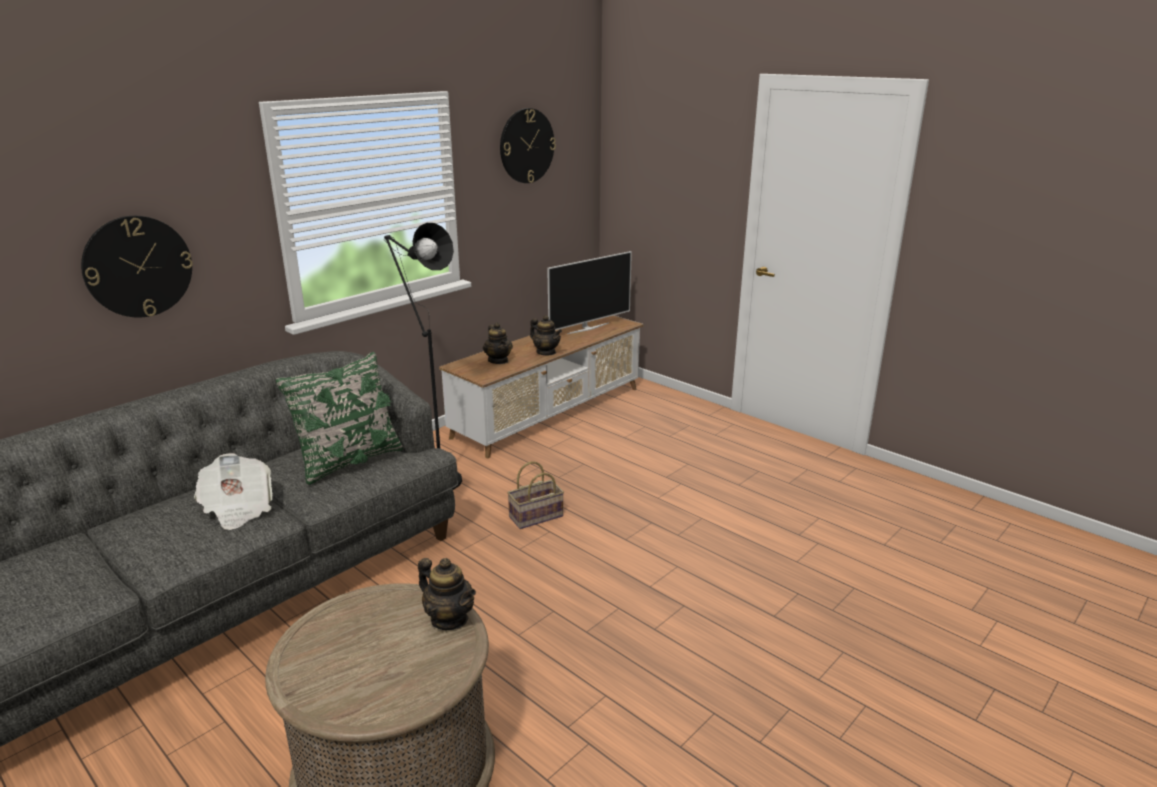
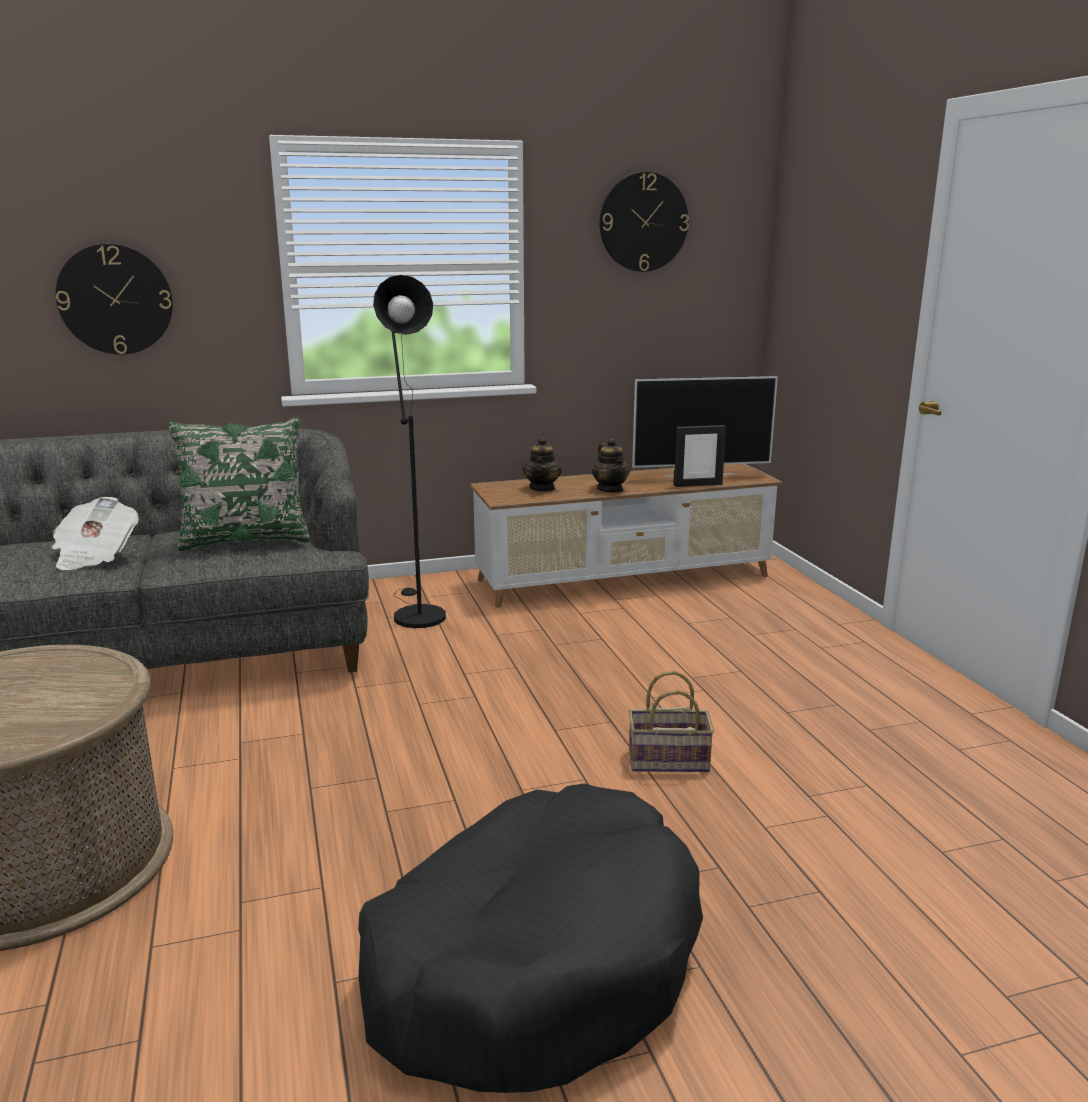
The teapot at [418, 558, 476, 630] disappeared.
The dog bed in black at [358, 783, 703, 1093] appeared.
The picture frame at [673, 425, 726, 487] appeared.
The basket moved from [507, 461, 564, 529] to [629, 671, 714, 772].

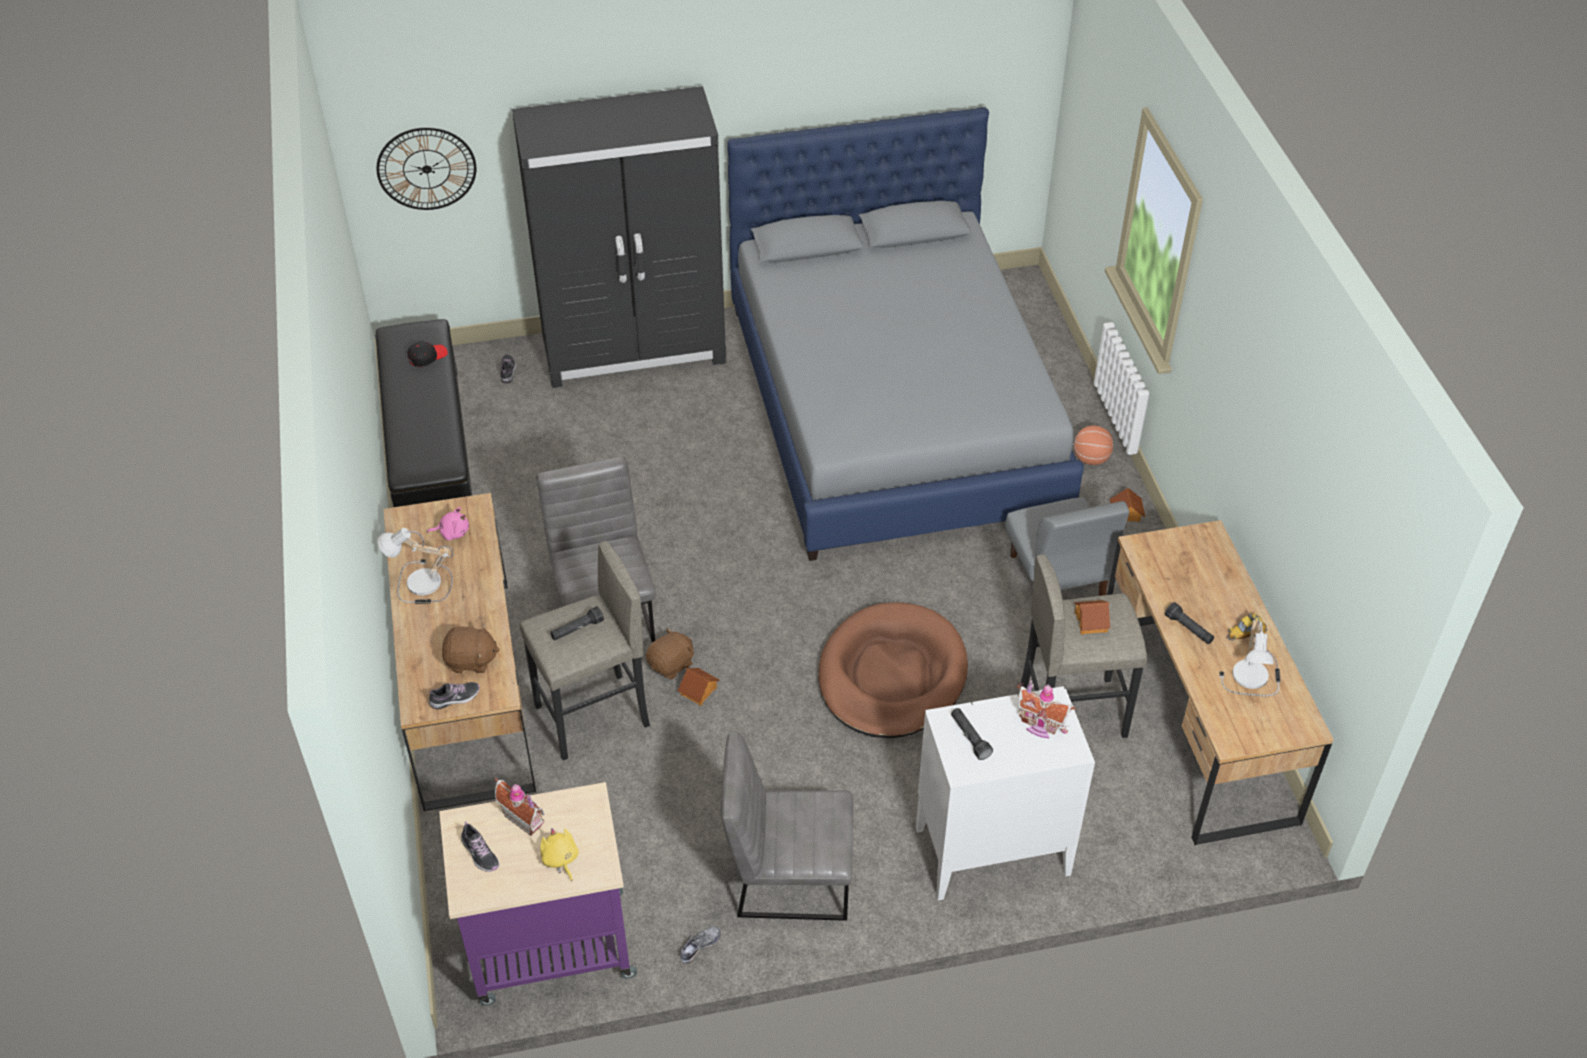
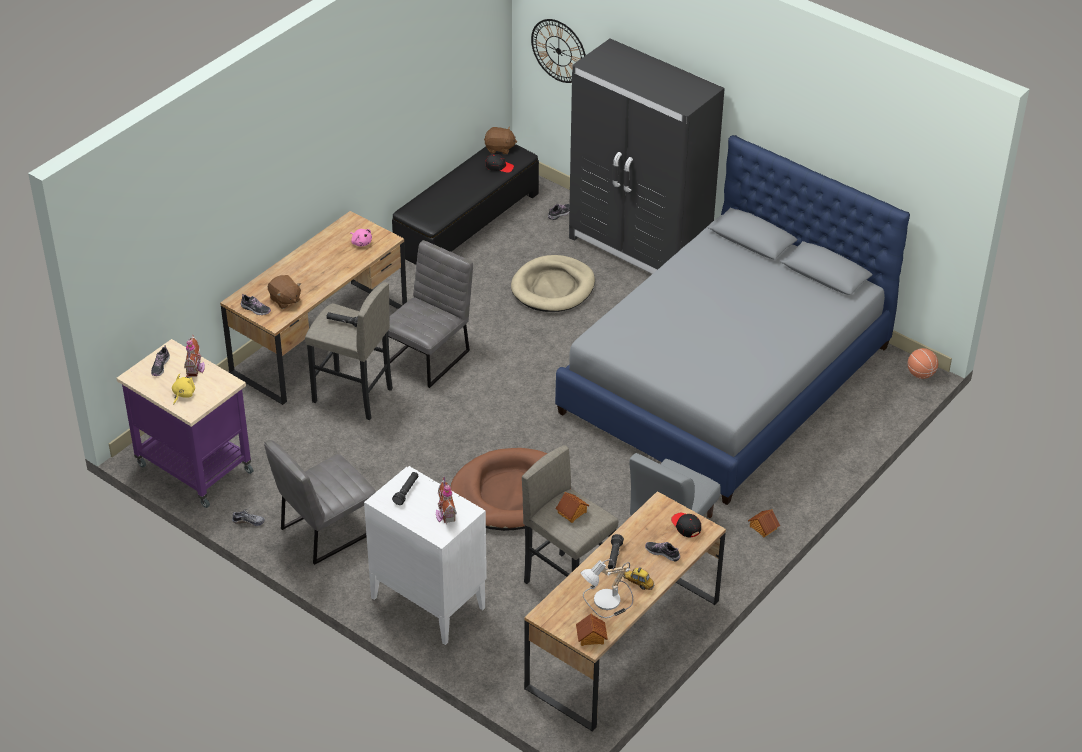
The table lamp at [377, 528, 453, 604] disappeared.
The dog bed in beige at [511, 255, 595, 312] appeared.
The shoe at [645, 542, 680, 562] appeared.
The cap in black at [671, 513, 701, 537] appeared.
The plush toy in brown moved from [646, 628, 694, 679] to [484, 127, 517, 154].
The toy house moved from [678, 668, 720, 706] to [576, 613, 608, 646].
The basketball moved from [1074, 426, 1113, 465] to [907, 348, 938, 379].
The chair in grey at [721, 732, 854, 921] turned 90 degrees counterclockwise.

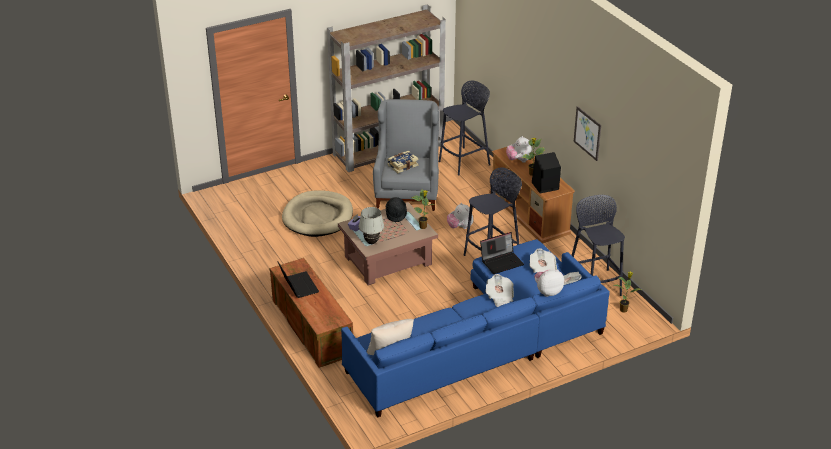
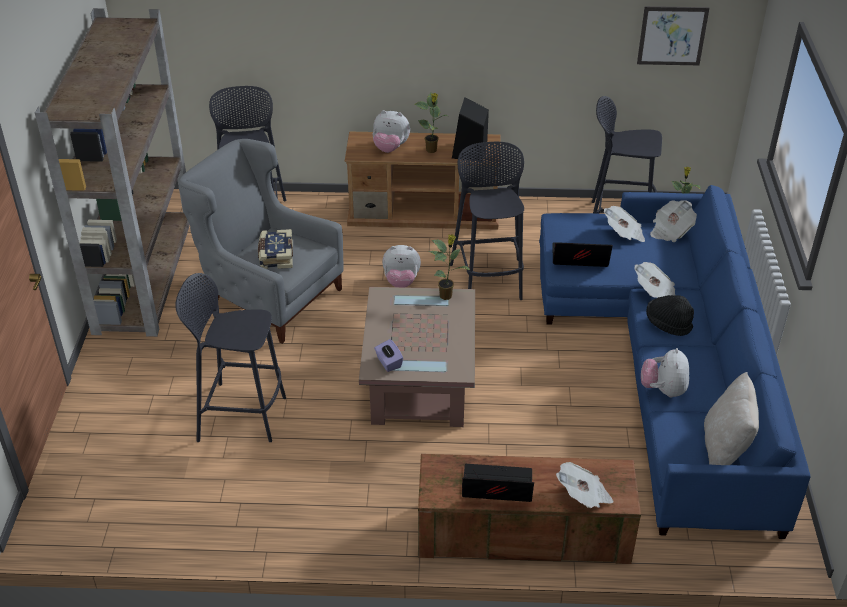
The table lamp in white at [359, 207, 384, 244] disappeared.
The newspaper at [556, 462, 614, 508] appeared.
The hat in black moved from [386, 197, 407, 222] to [646, 295, 694, 336].
The plush toy moved from [534, 269, 564, 297] to [641, 348, 689, 397].
The picture moved from [574, 106, 601, 161] to [637, 6, 709, 65].
The dog bed in beige at [282, 190, 353, 237] was replaced by the stool in grey at [175, 273, 286, 442].
The laptop at [480, 232, 524, 274] turned 90 degrees counterclockwise.

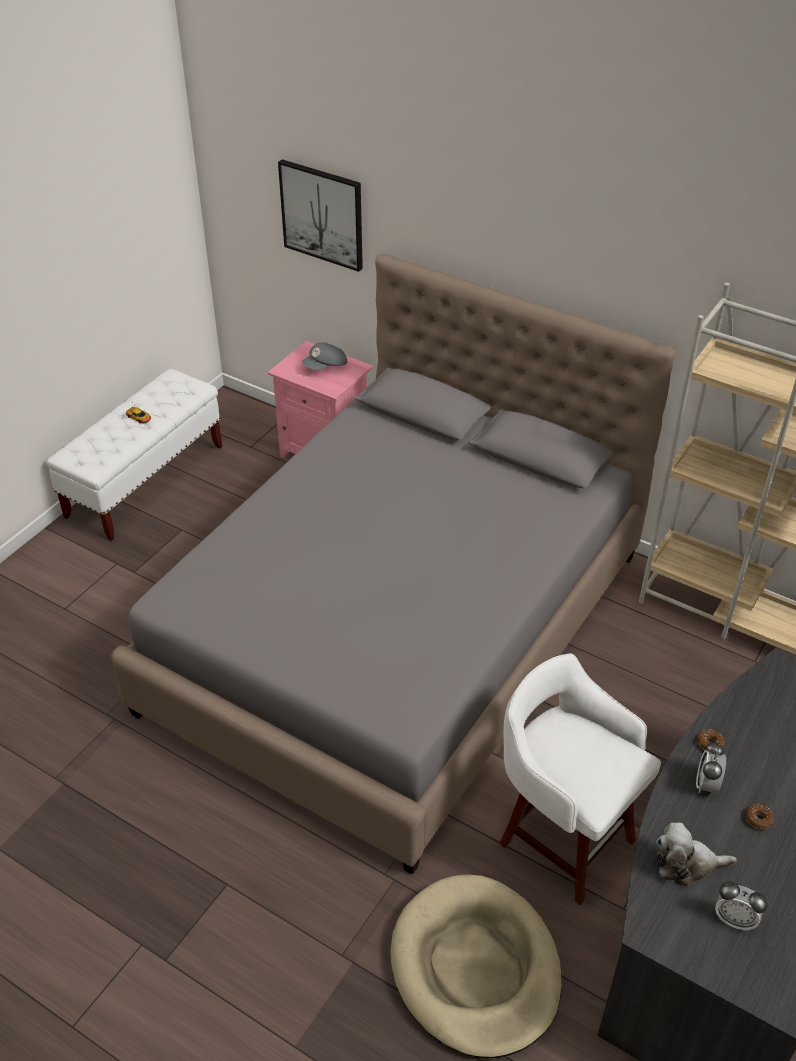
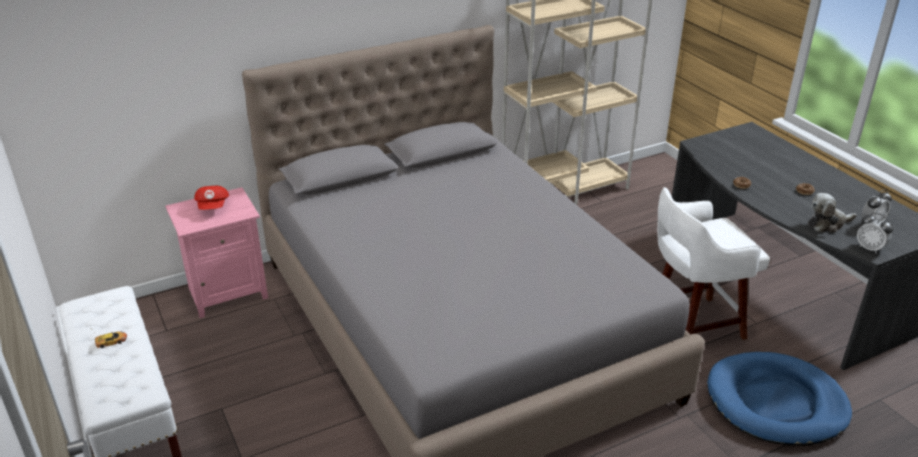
The picture at [278, 159, 363, 272] disappeared.
The alarm clock moved from [696, 741, 726, 794] to [857, 213, 893, 254].
The cap in grey at [302, 342, 347, 370] became the cap in red at [194, 186, 229, 210].
The dog bed in beige at [390, 875, 562, 1058] became the dog bed in blue at [707, 352, 852, 446].
The plush toy at [656, 823, 737, 886] turned 45 degrees clockwise.

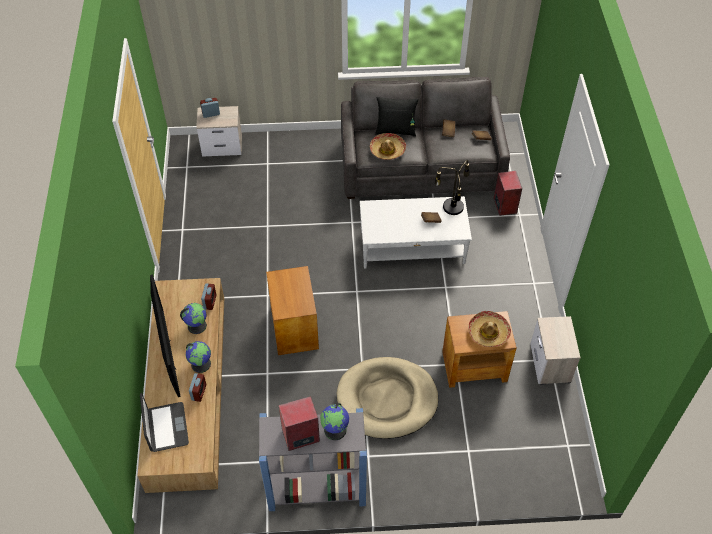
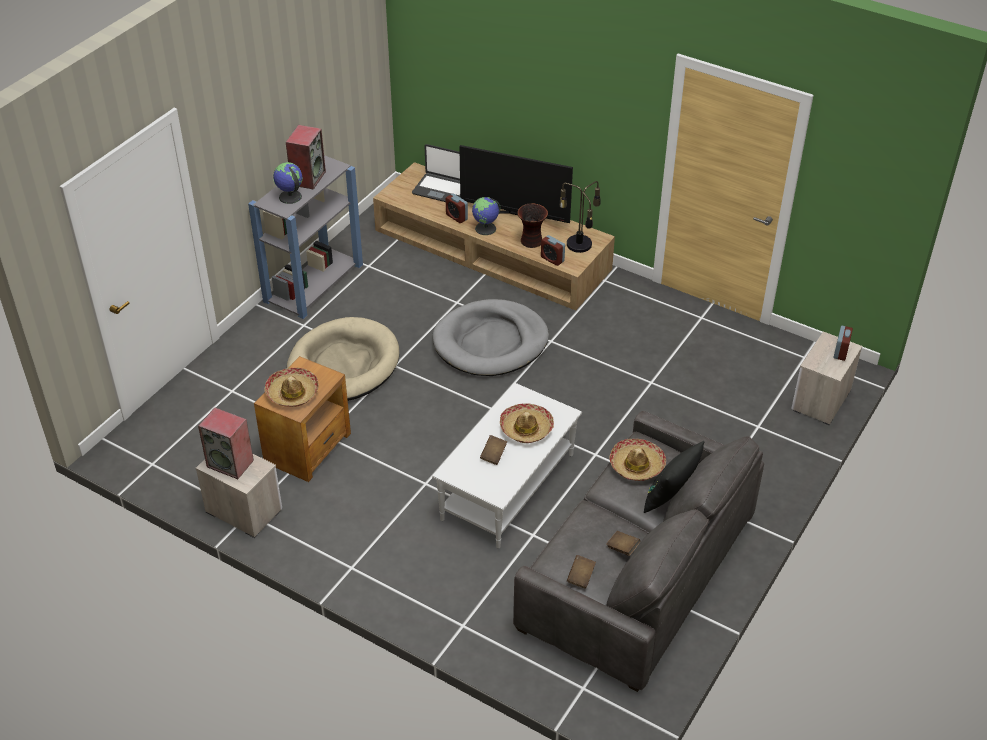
The hat at [500, 403, 554, 443] appeared.
The table lamp moved from [435, 160, 470, 215] to [559, 181, 601, 253].
The speaker moved from [494, 171, 522, 216] to [198, 408, 254, 479].
The globe at [180, 303, 207, 334] was replaced by the vase at [518, 204, 548, 248].
The side table in brown at [266, 266, 319, 355] was replaced by the dog bed in grey at [433, 299, 549, 376].

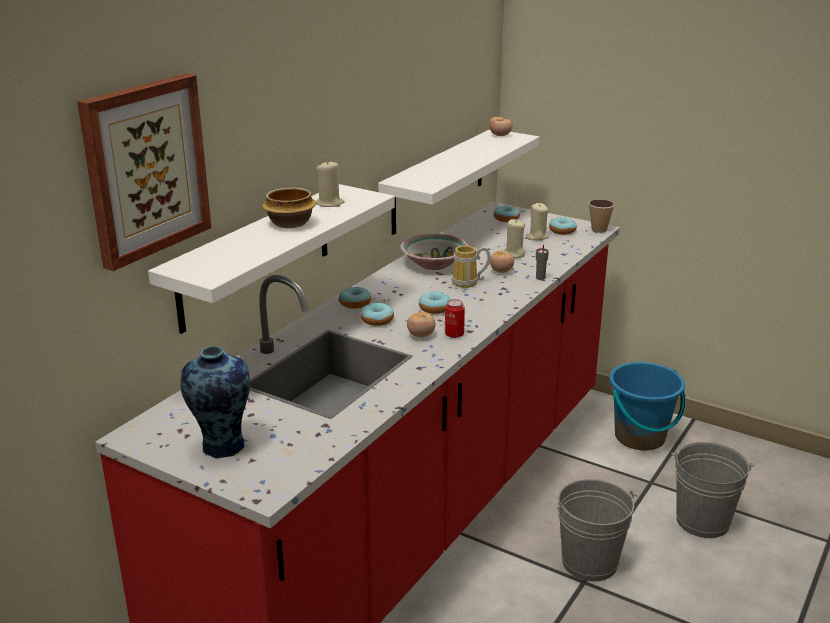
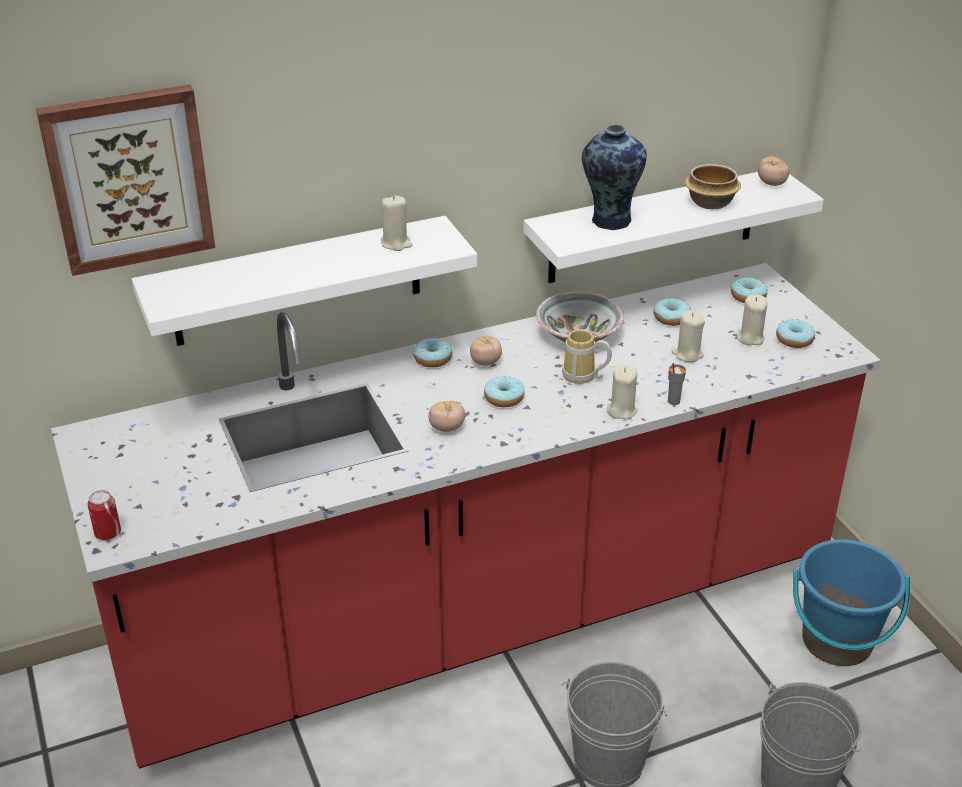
The cup at [589, 199, 615, 233] disappeared.
The candle in beige at [607, 365, 637, 420] appeared.
The vase moved from [181, 346, 250, 458] to [582, 124, 647, 230].
The bowl moved from [262, 188, 316, 228] to [685, 164, 741, 209].
The donut moved from [360, 302, 394, 326] to [653, 298, 691, 326].
The can moved from [445, 299, 465, 338] to [88, 490, 121, 540].
The tomato moved from [490, 251, 514, 273] to [470, 336, 502, 366].

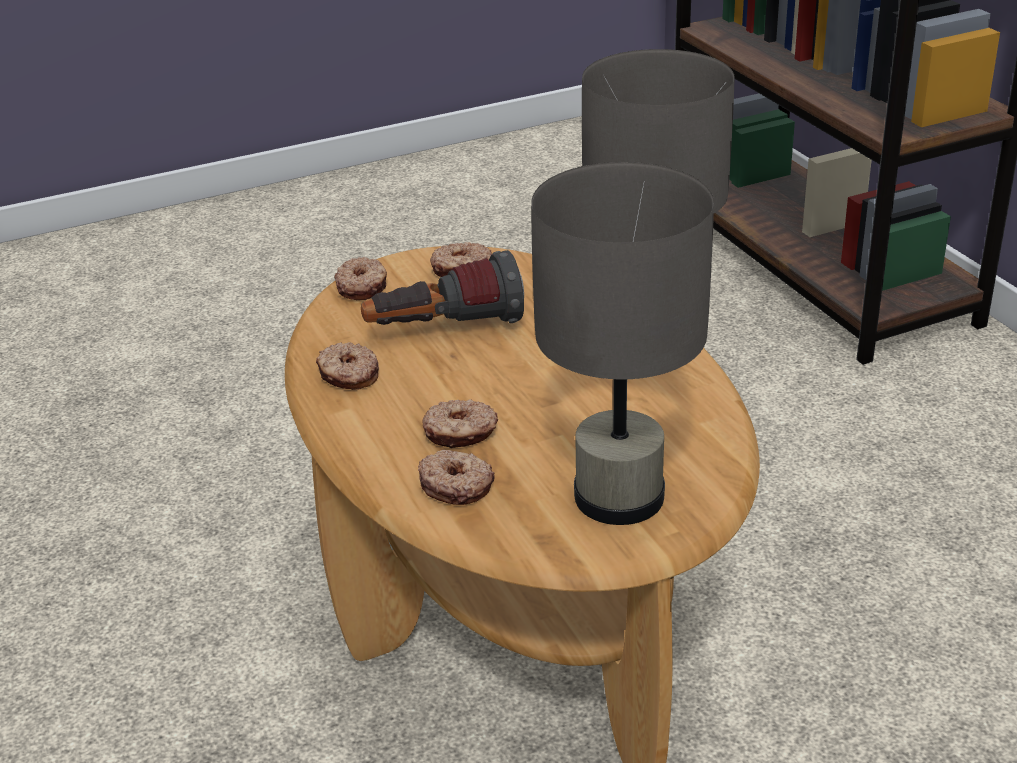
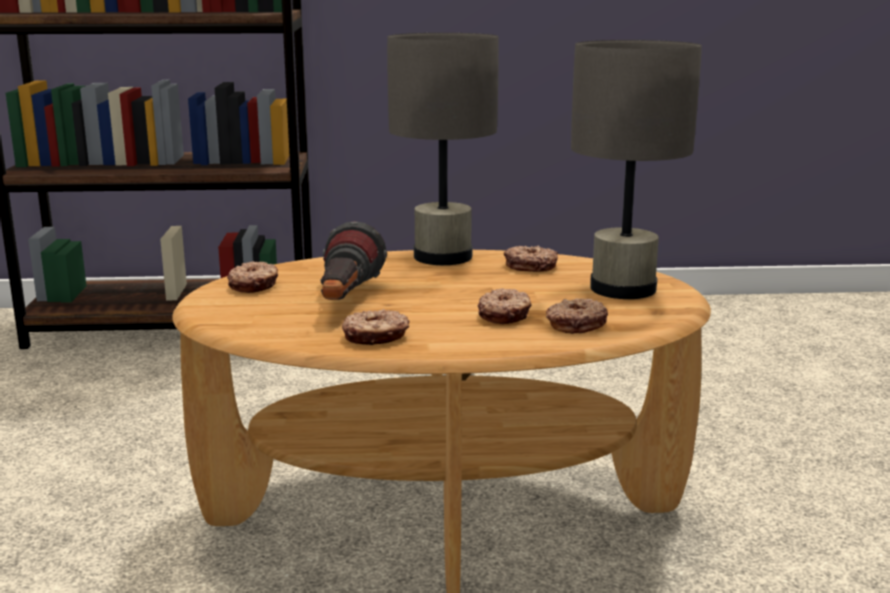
The donut moved from [334, 257, 387, 300] to [504, 245, 558, 272].

